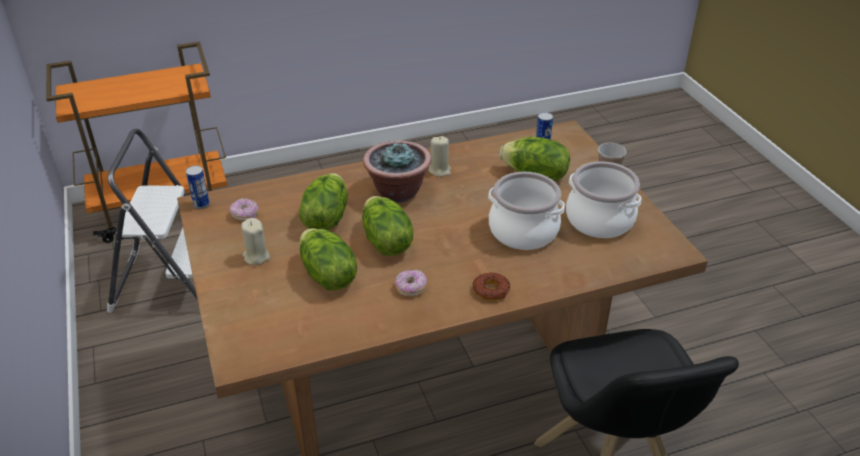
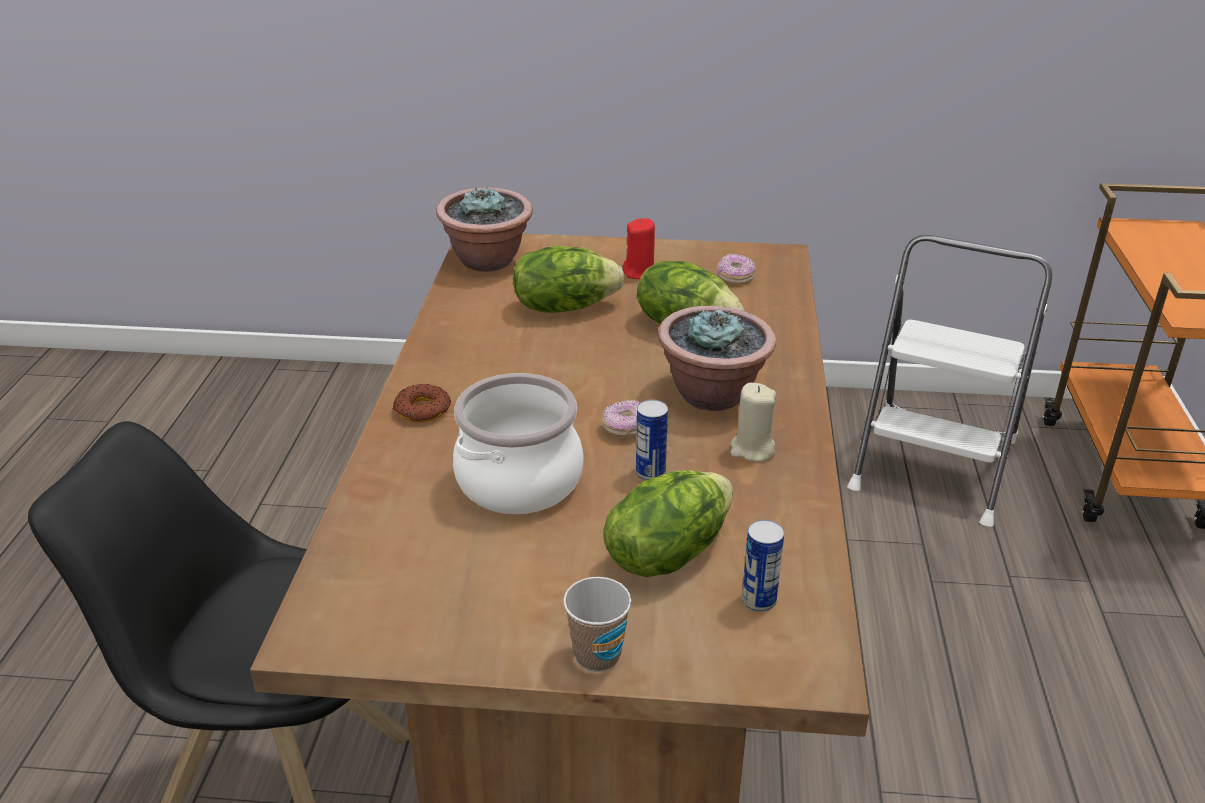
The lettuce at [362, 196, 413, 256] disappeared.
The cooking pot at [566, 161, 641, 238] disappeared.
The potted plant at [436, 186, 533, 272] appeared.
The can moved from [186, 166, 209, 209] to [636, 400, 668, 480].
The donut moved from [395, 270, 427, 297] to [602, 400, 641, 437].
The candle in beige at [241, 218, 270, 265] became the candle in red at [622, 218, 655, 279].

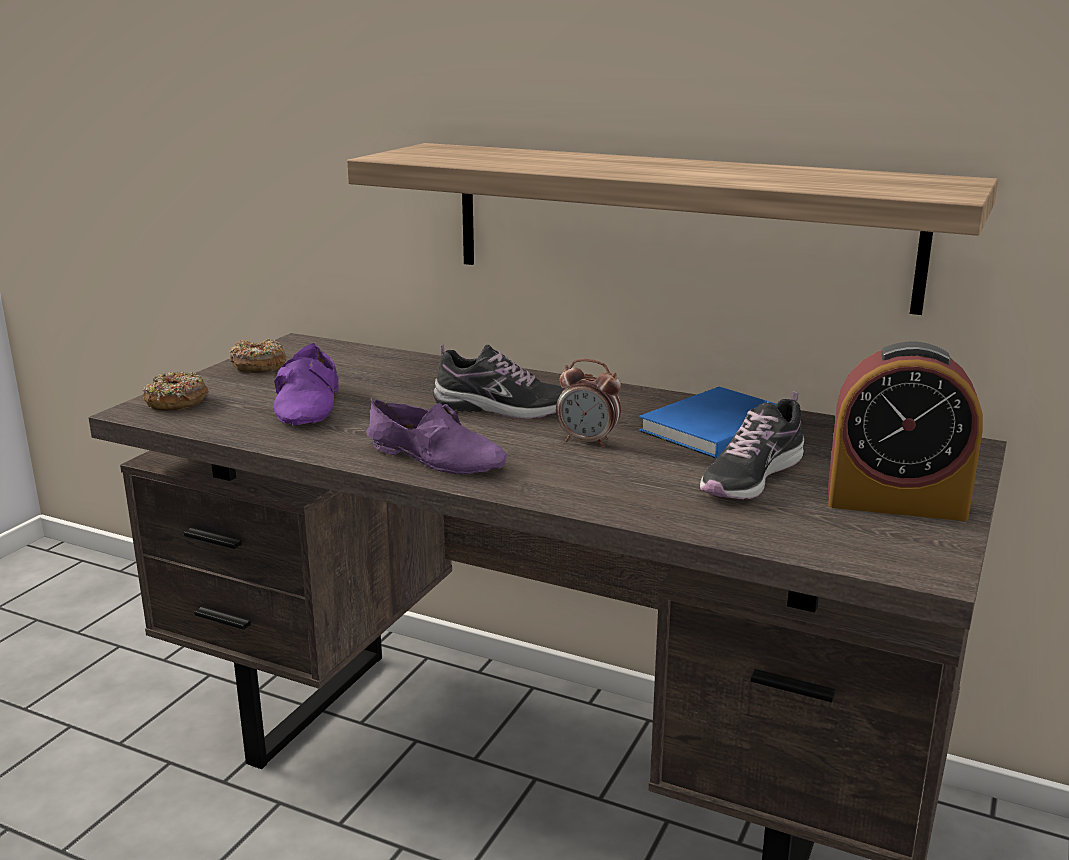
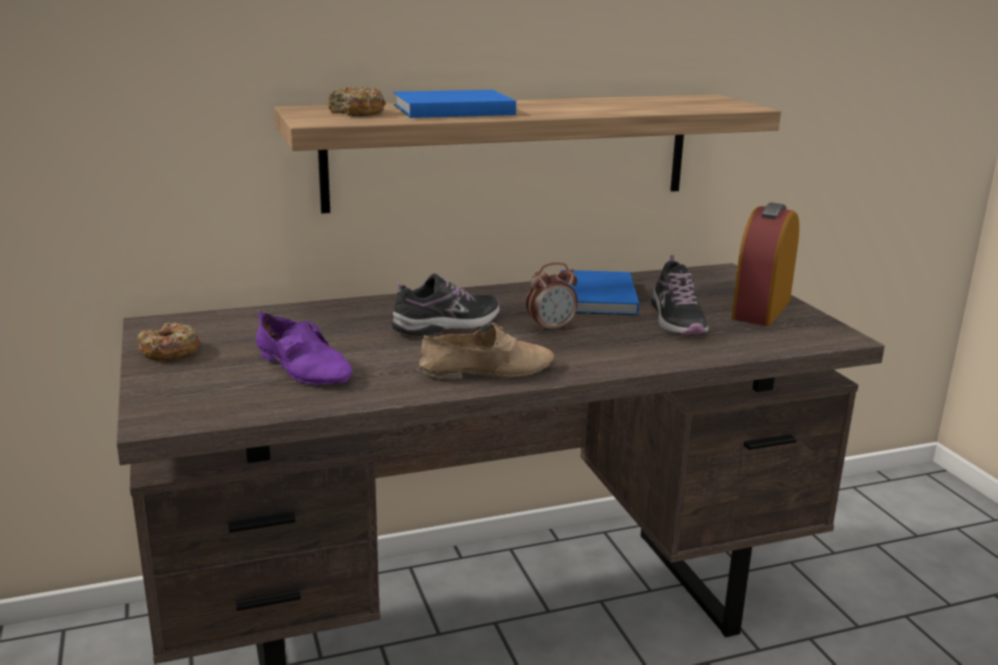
The book in blue at [394, 90, 516, 118] appeared.
The donut moved from [143, 372, 209, 410] to [329, 86, 386, 116].
The shoe in purple at [366, 398, 507, 474] became the shoe in beige at [419, 323, 554, 379].
The alarm clock at [828, 341, 983, 521] turned 150 degrees clockwise.

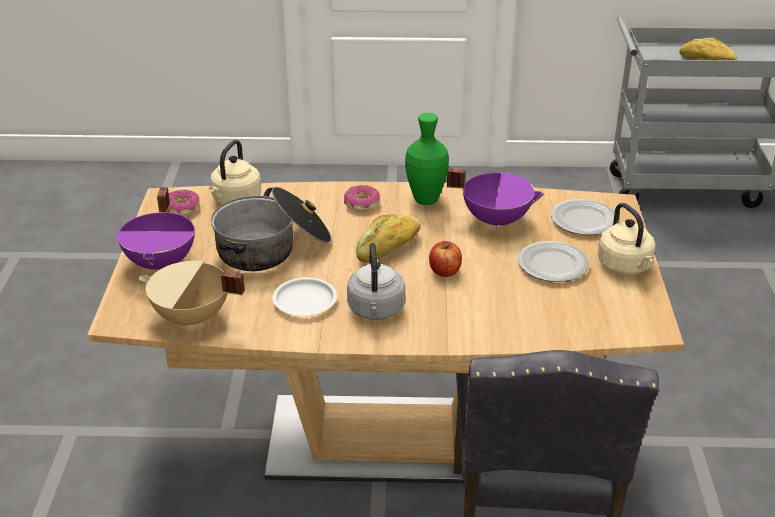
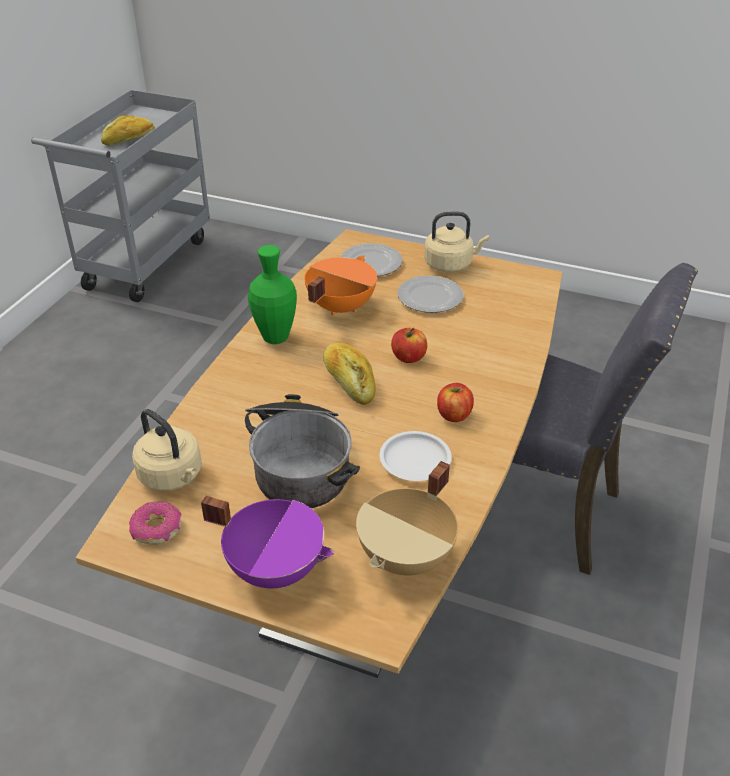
The donut at [344, 185, 380, 211] disappeared.
The kettle in grey at [347, 243, 406, 320] was replaced by the apple at [437, 383, 474, 422].
The cooking pot in purple at [447, 168, 545, 230] became the cooking pot in orange at [304, 255, 377, 316].

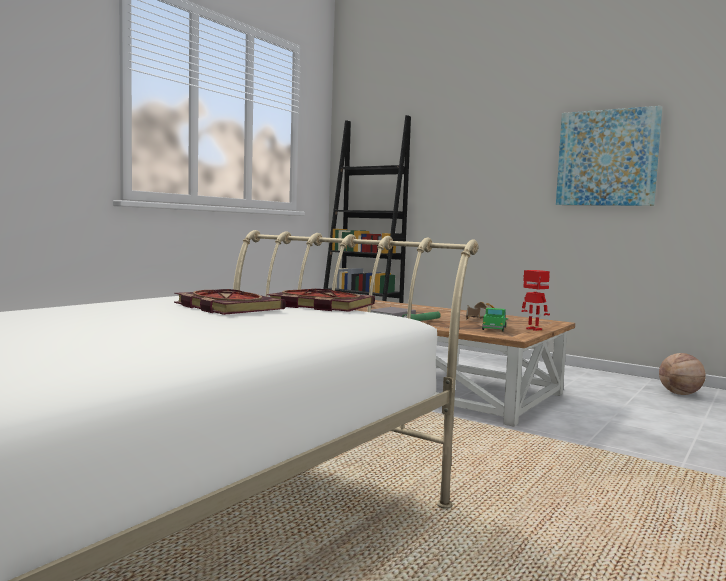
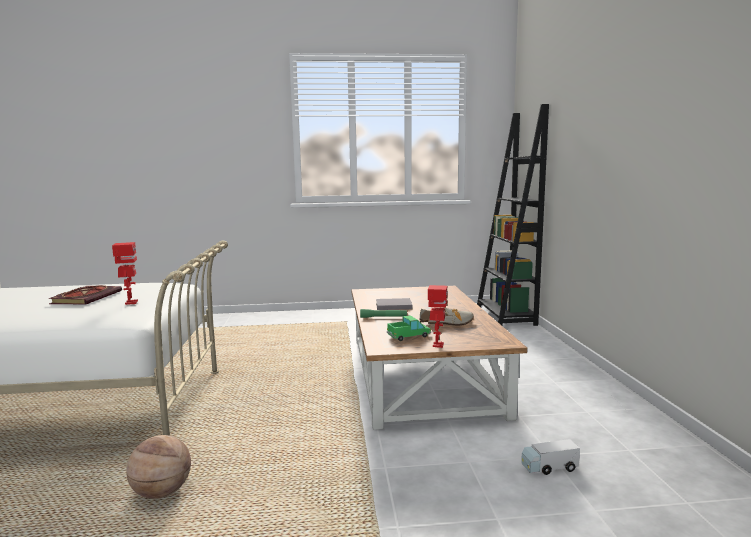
The picture at [556, 106, 662, 206] disappeared.
The toy truck at [521, 439, 580, 475] appeared.
The basketball moved from [659, 353, 706, 395] to [126, 435, 191, 499].
The book at [266, 289, 375, 312] was replaced by the toy robot at [112, 242, 138, 305].

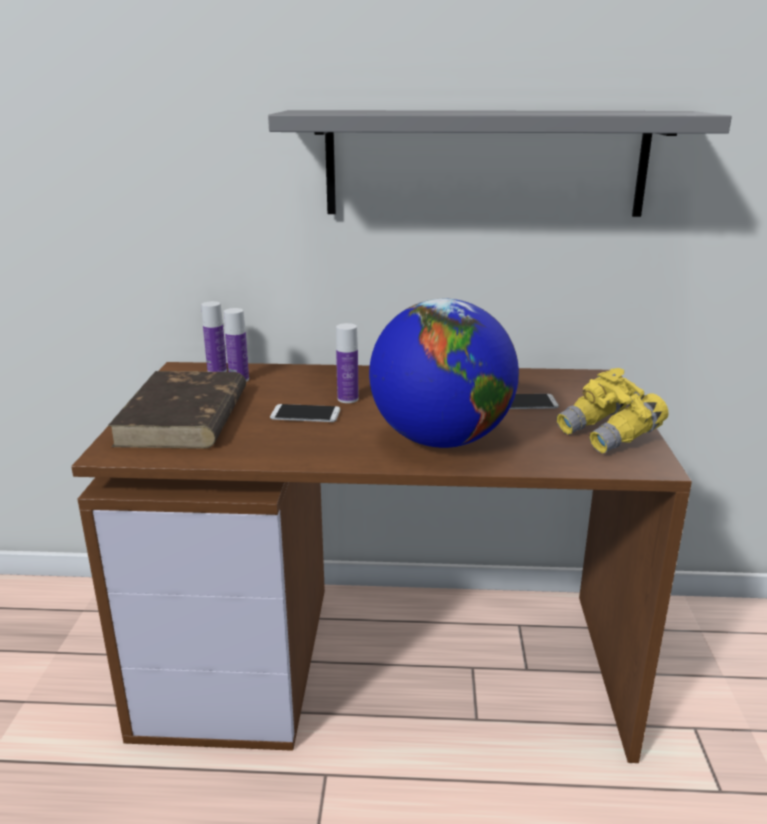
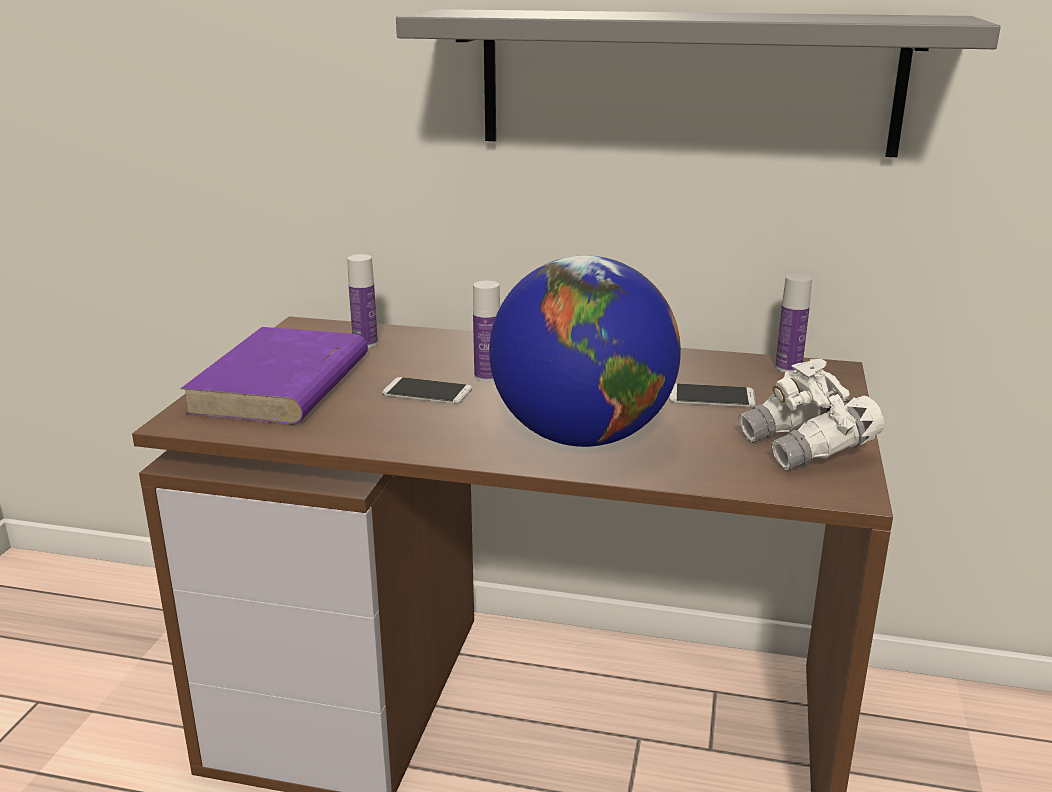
The bottle moved from [201, 301, 227, 372] to [775, 274, 812, 373].
The book in brown at [108, 371, 246, 449] became the book in purple at [180, 327, 368, 425].
The binoculars in yellow at [556, 368, 669, 453] became the binoculars in white at [738, 359, 884, 470].

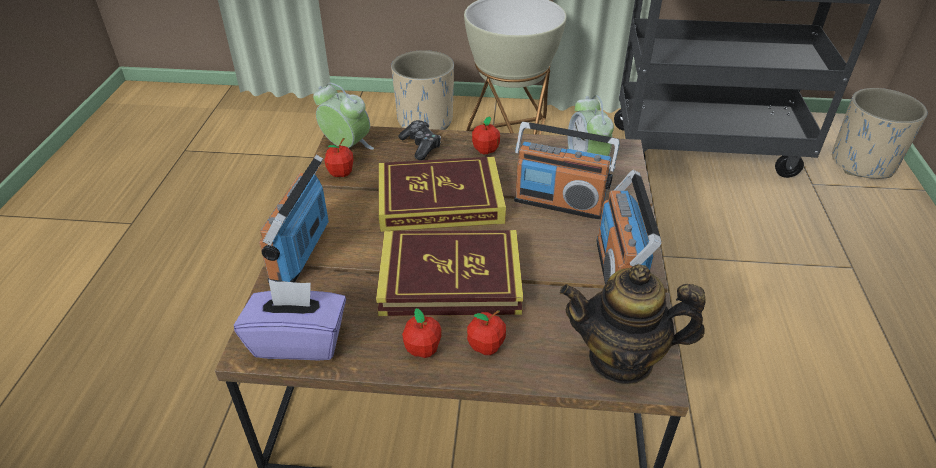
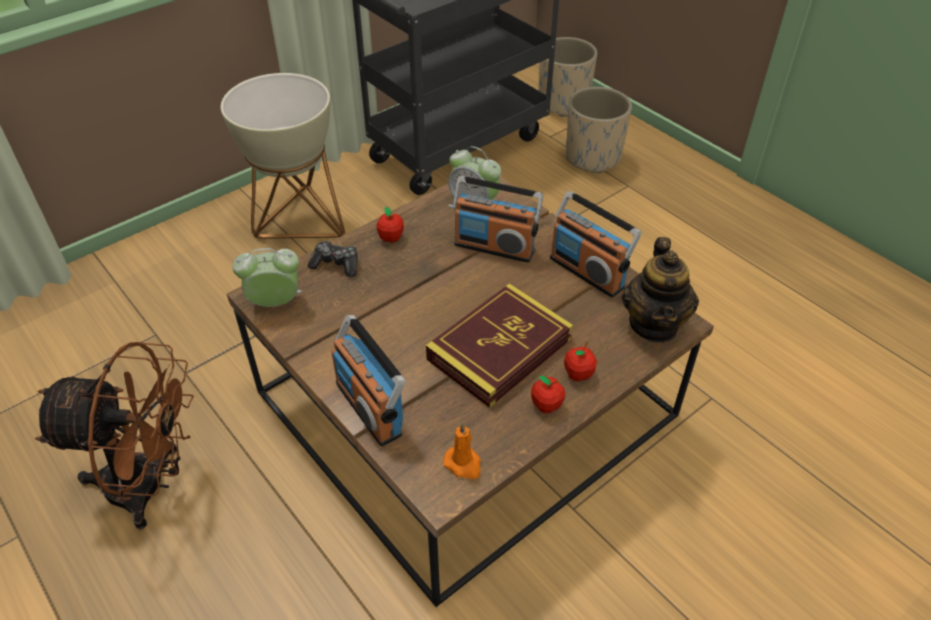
The apple at [324, 138, 353, 177] disappeared.
The book at [378, 156, 506, 232] disappeared.
The fan in brown at [35, 342, 194, 530] appeared.
The planter in beige moved from [391, 50, 454, 130] to [566, 87, 632, 173].
The tissue box in purple at [234, 280, 346, 360] was replaced by the candle in orange at [443, 422, 481, 479].
The radio at [514, 122, 620, 220] turned 45 degrees clockwise.
The teapot at [560, 264, 706, 384] turned 45 degrees counterclockwise.

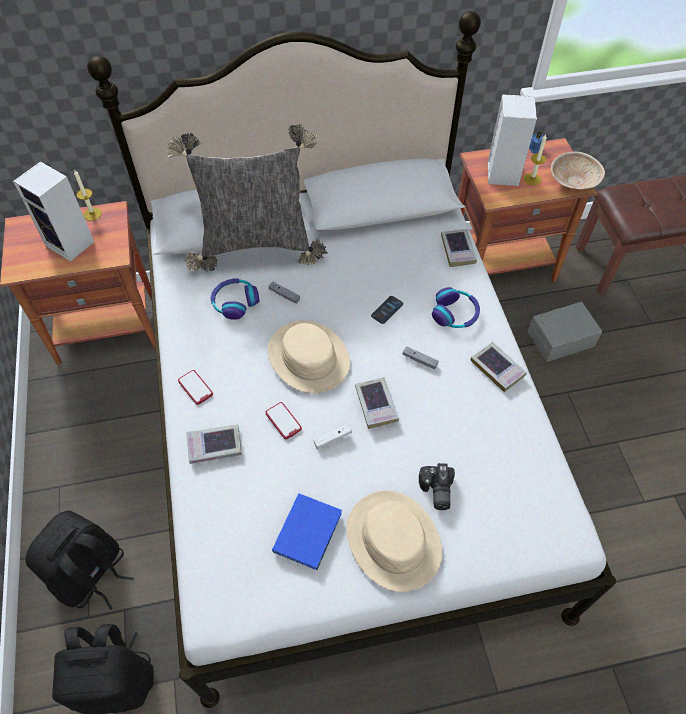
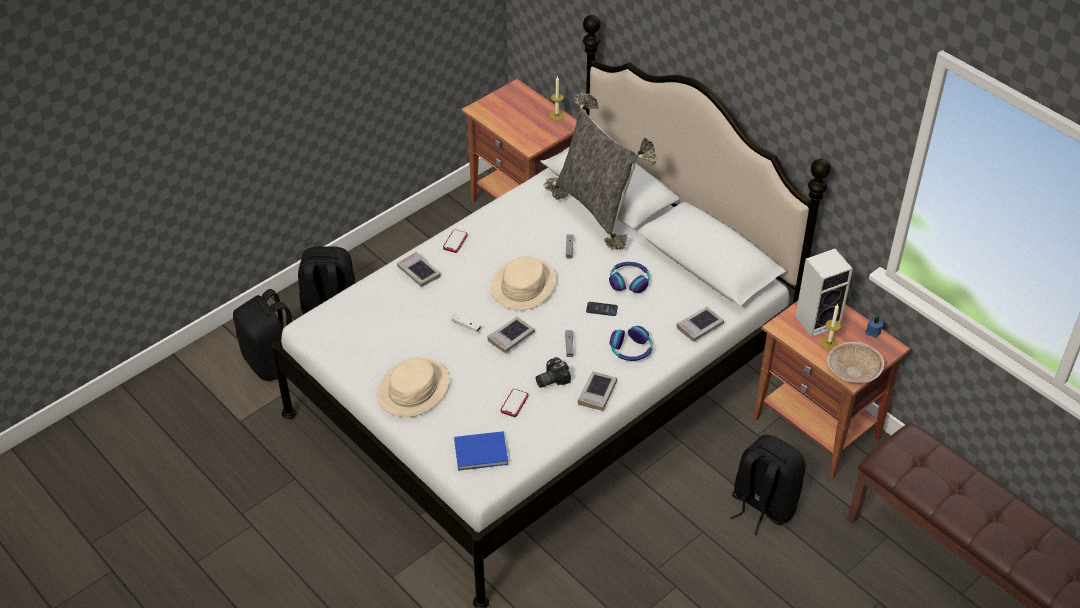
The speaker at [13, 161, 94, 262] disappeared.
The headphones moved from [211, 278, 259, 320] to [609, 262, 650, 293].
The phone moved from [265, 402, 302, 439] to [501, 389, 528, 417].
The book in blue moved from [272, 493, 342, 570] to [454, 431, 508, 471].
The photo camera moved from [419, 463, 455, 510] to [536, 357, 571, 388].
The storage box in grey at [528, 302, 602, 362] was replaced by the backpack in black at [730, 435, 806, 535].

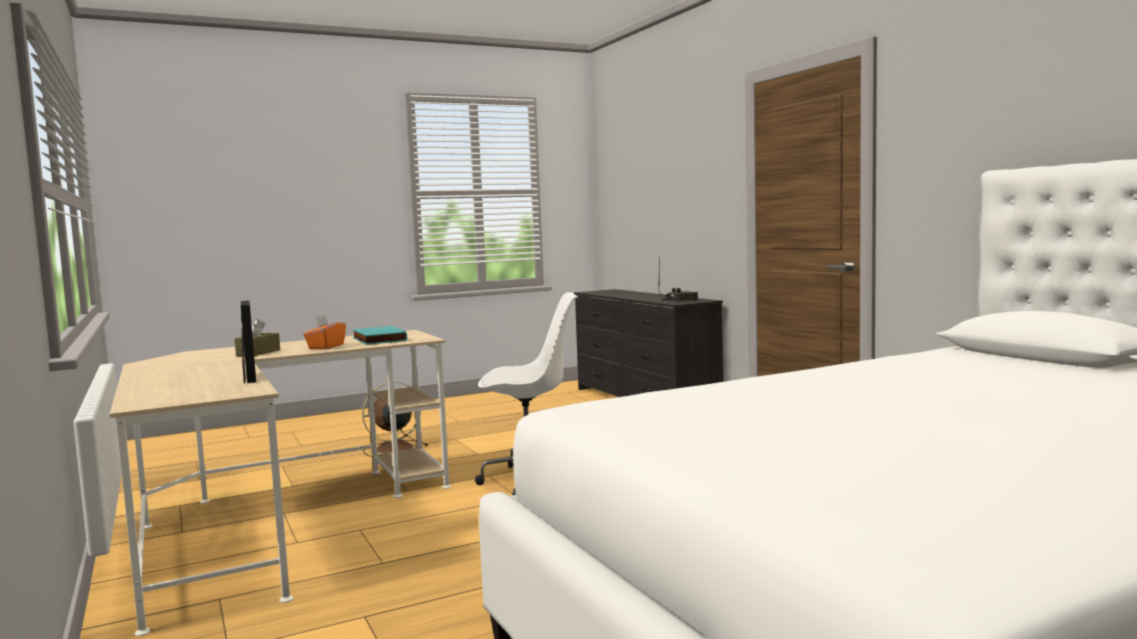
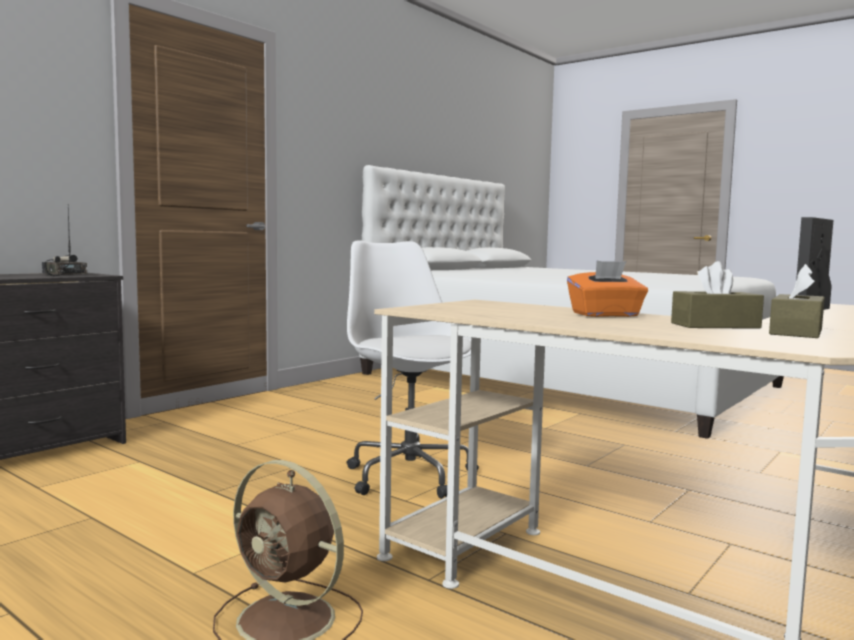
The book in turquoise at [352, 326, 407, 345] disappeared.
The tissue box in brown at [769, 264, 825, 338] appeared.

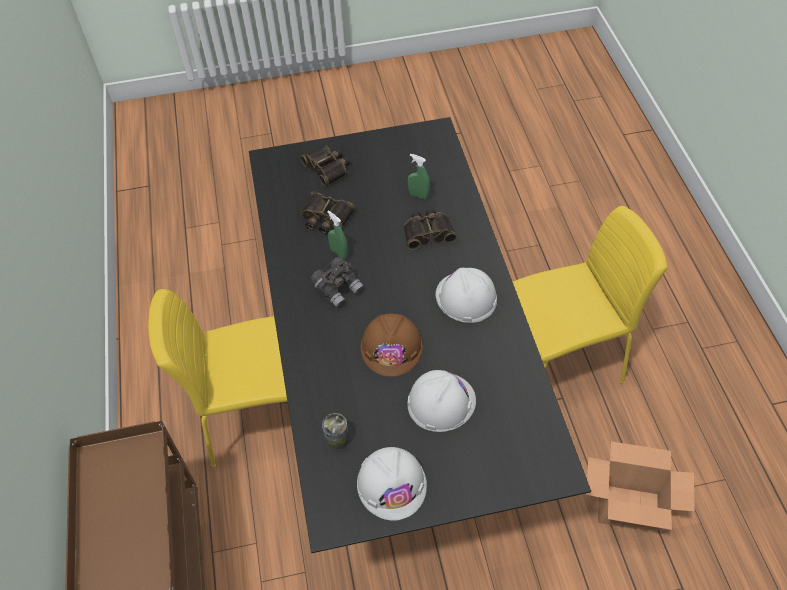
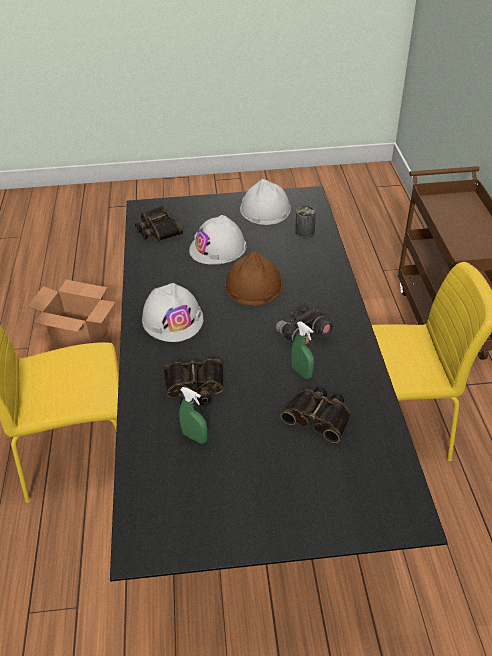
The binoculars moved from [300, 146, 350, 187] to [135, 205, 183, 241].

